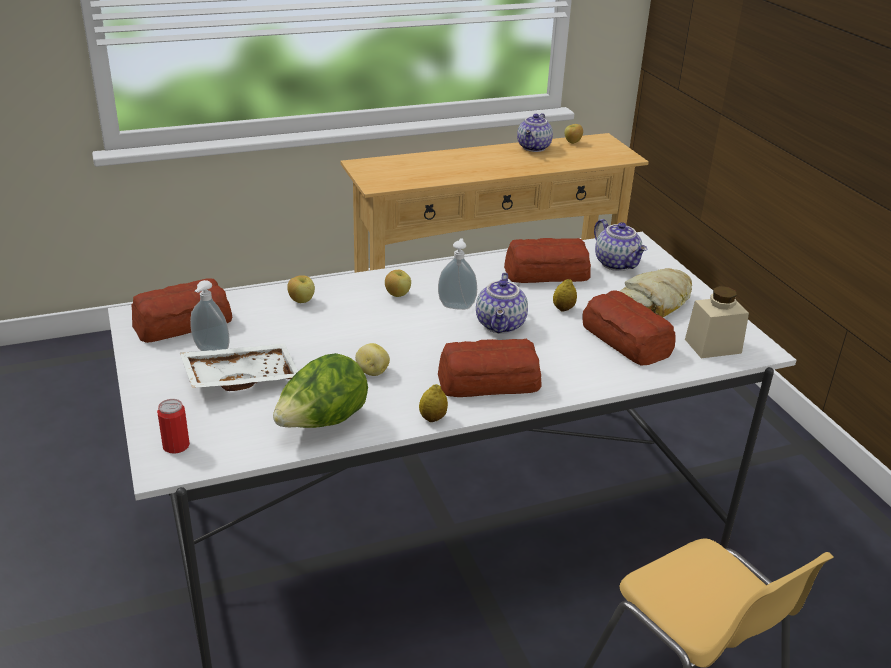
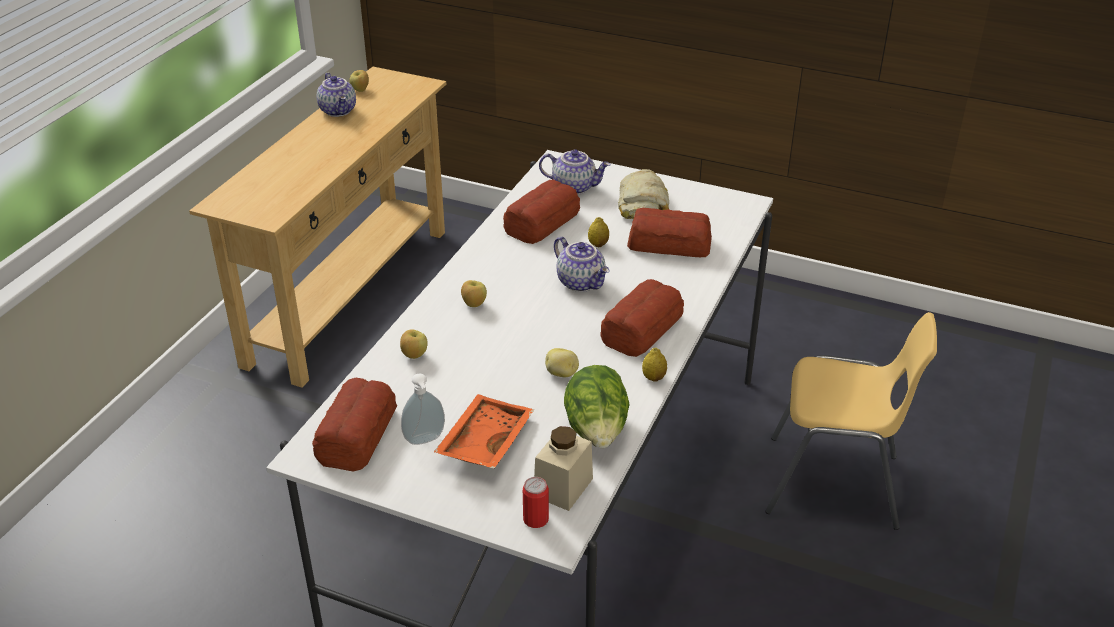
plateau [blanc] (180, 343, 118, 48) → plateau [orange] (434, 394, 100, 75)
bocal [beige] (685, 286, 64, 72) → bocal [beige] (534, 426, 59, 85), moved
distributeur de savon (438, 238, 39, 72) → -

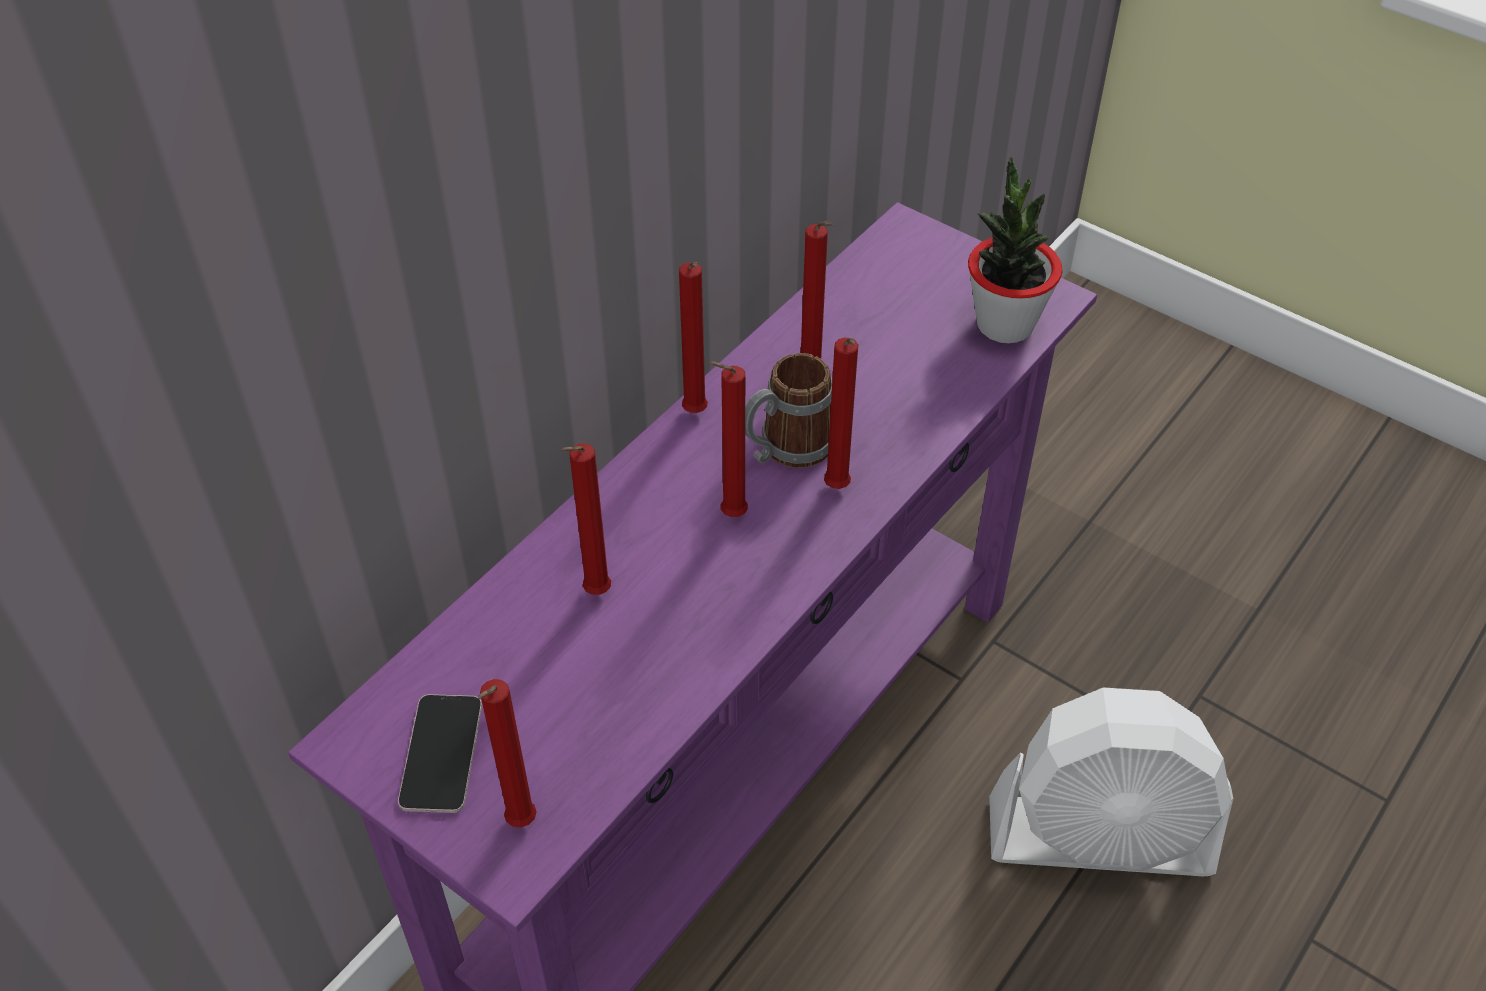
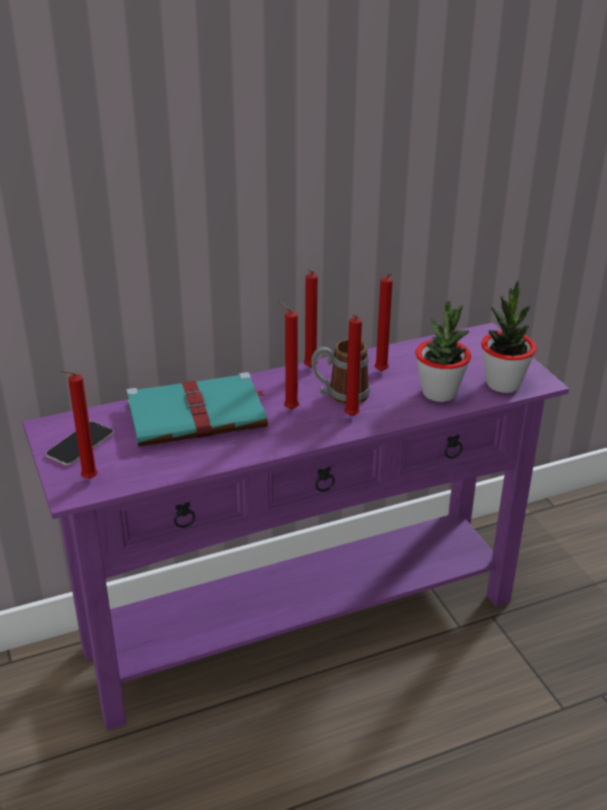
bougie [rouge] (561, 444, 50, 151) → livre [turquoise] (126, 372, 142, 75)
- → plante en pot (416, 301, 55, 101)
ventilateur [blanc] (989, 687, 244, 189) → -

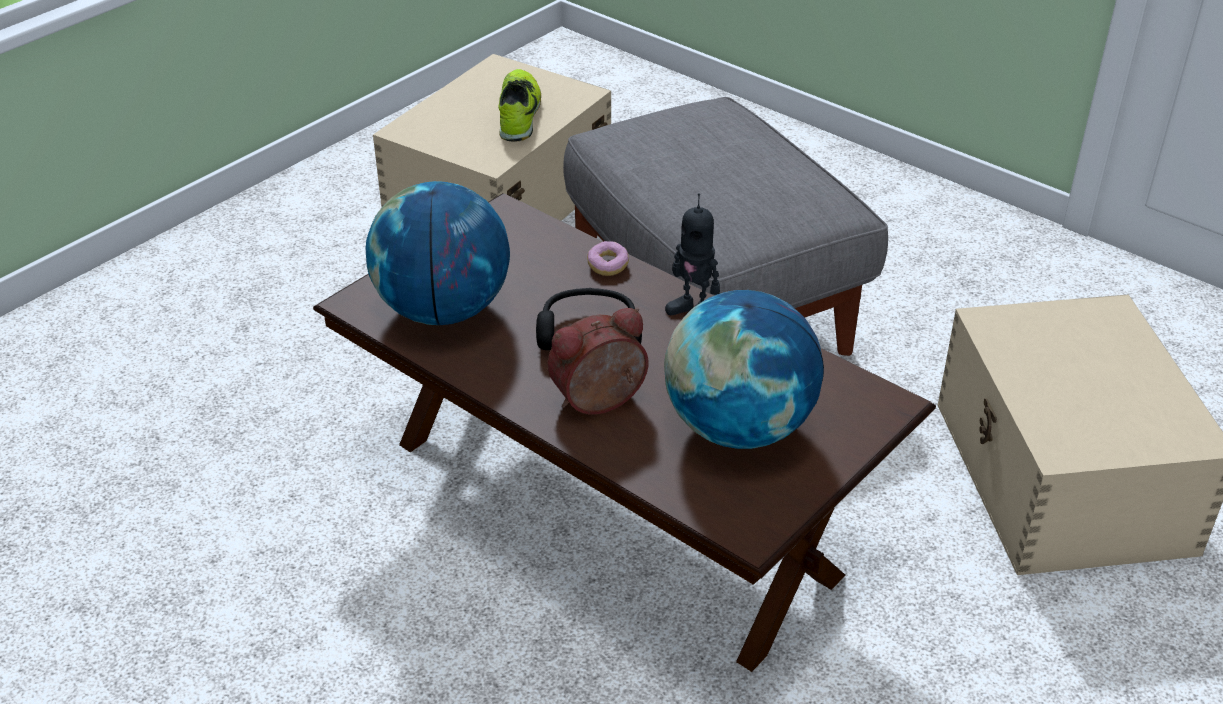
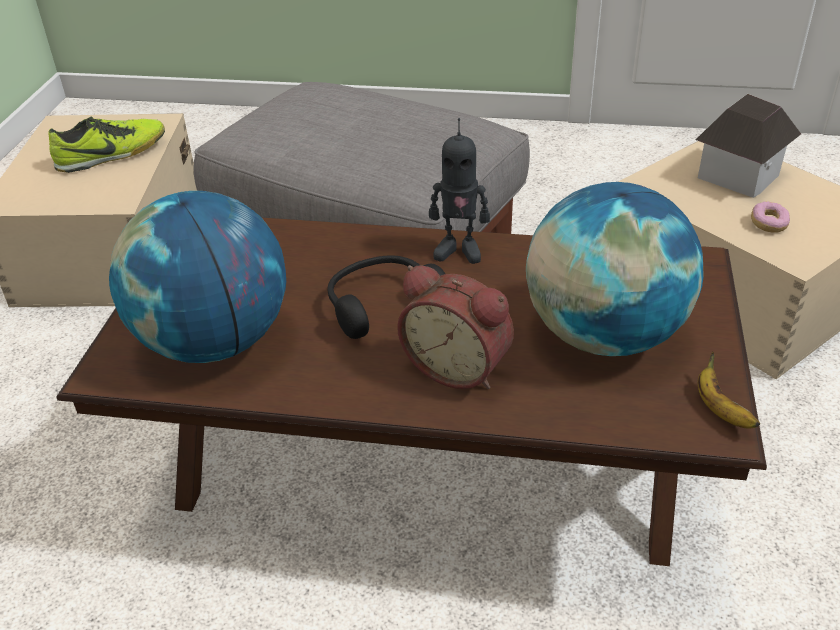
chaussure (499, 69, 42, 72) → chaussure (48, 117, 117, 56), 90 degrees clockwise
réveil (547, 308, 102, 106) → réveil (397, 265, 117, 124), 90 degrees counterclockwise
- → maison miniature (696, 94, 105, 104)
- → banane (698, 352, 62, 77)
beignet (587, 241, 42, 35) → beignet (751, 202, 39, 31), moved

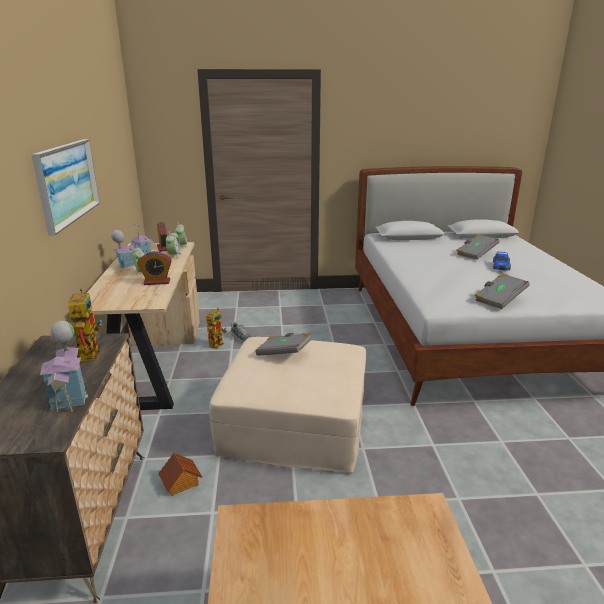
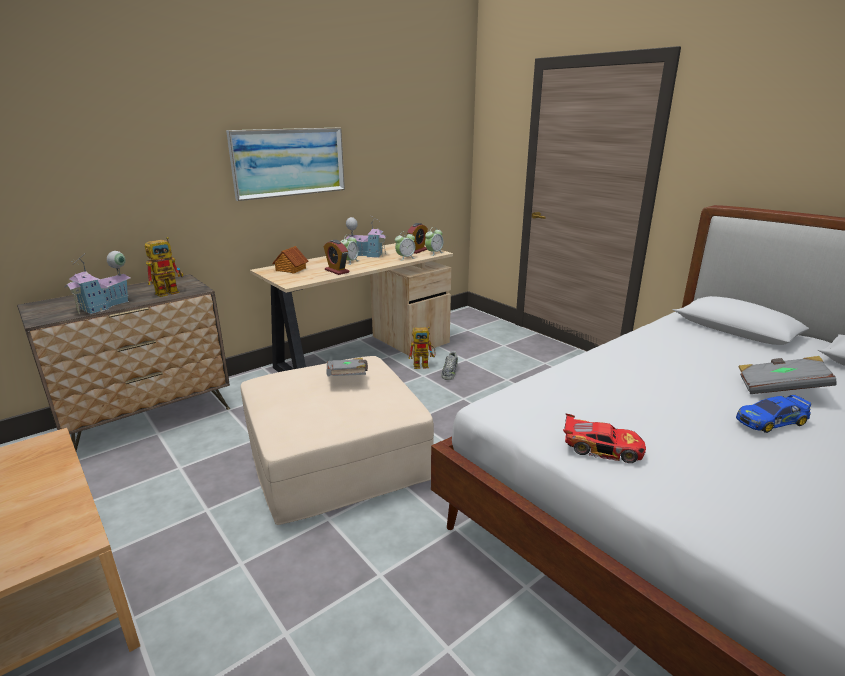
maison miniature (158, 453, 44, 43) → maison miniature (272, 246, 36, 28), moved
livre [gris] (475, 273, 55, 36) → petite voiture (563, 414, 83, 49)

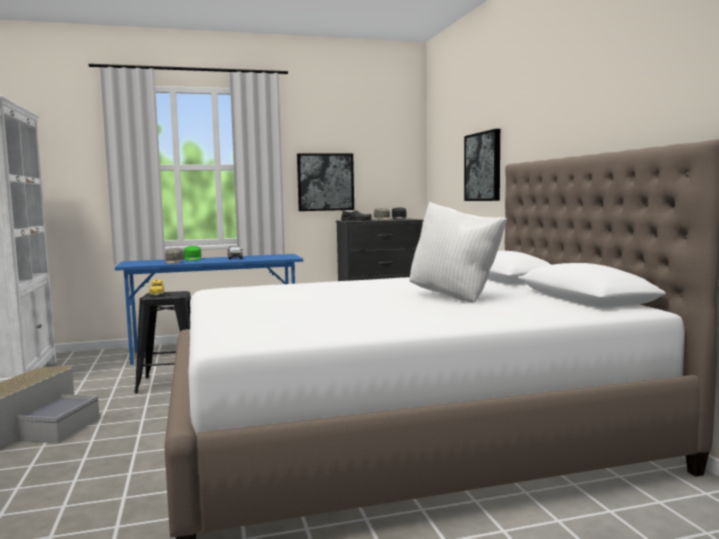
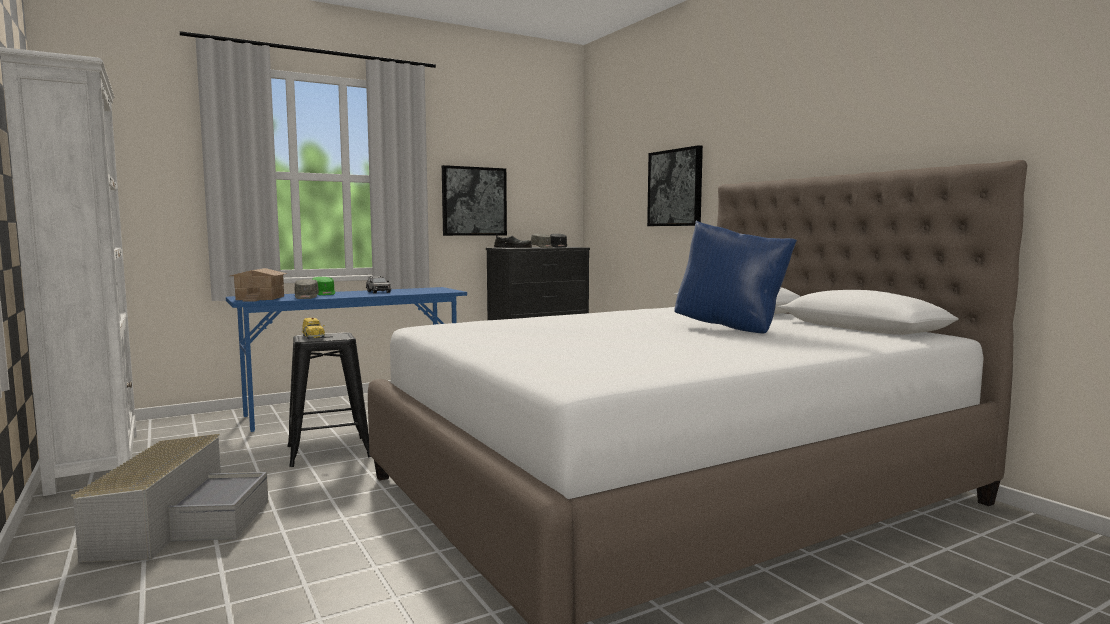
- → maison miniature (230, 268, 57, 34)
coussin [blanc] (409, 202, 98, 101) → coussin [bleu] (674, 220, 123, 114)

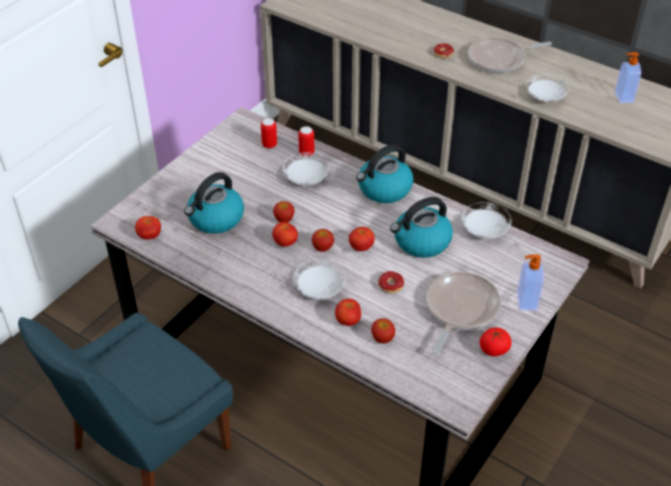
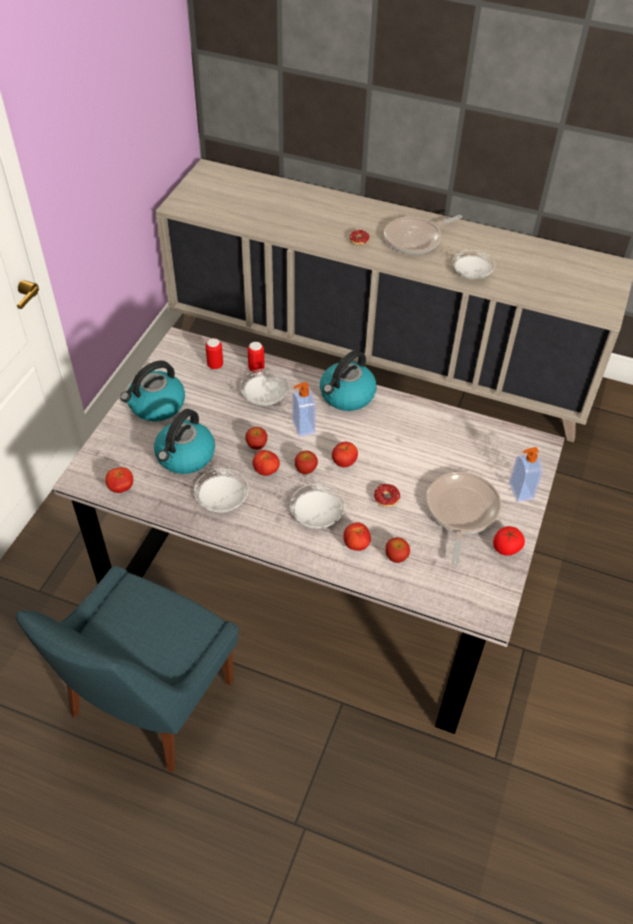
bouilloire (390, 197, 63, 61) → bouilloire (120, 360, 65, 61), moved
assiette [blanc] (461, 202, 51, 37) → assiette [blanc] (194, 469, 55, 43), moved
distributeur de savon (615, 52, 26, 51) → distributeur de savon (292, 382, 24, 55), moved

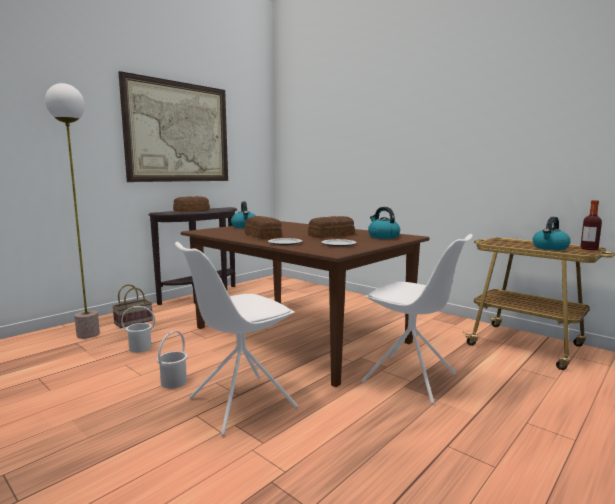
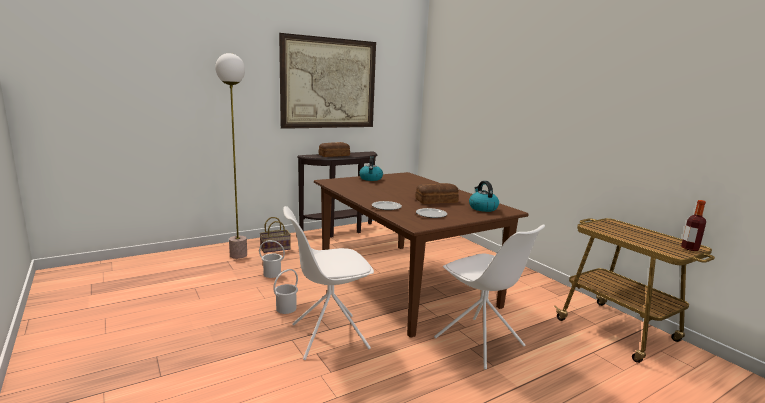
pain (245, 216, 37, 23) → -
bouilloire (533, 217, 38, 33) → -

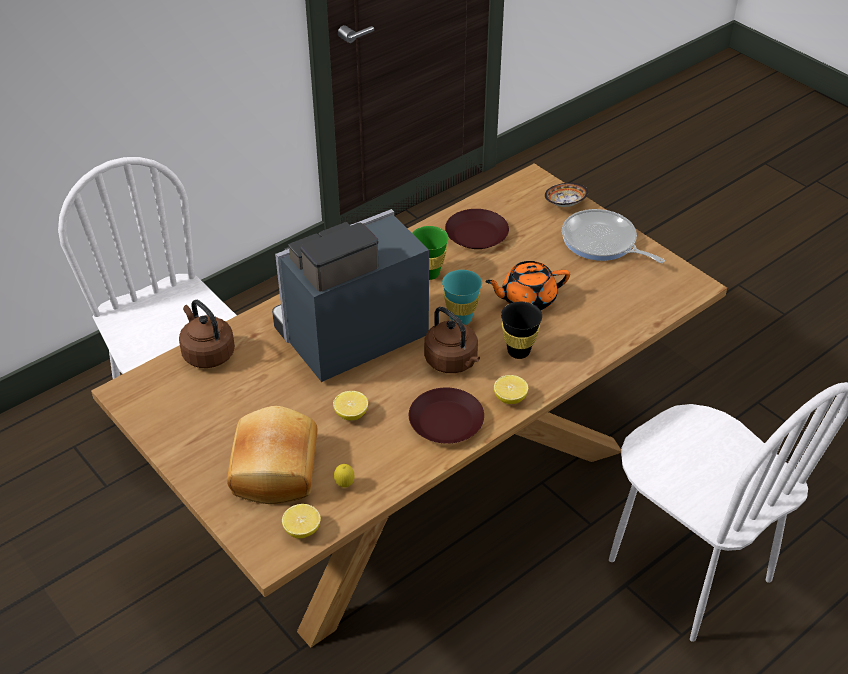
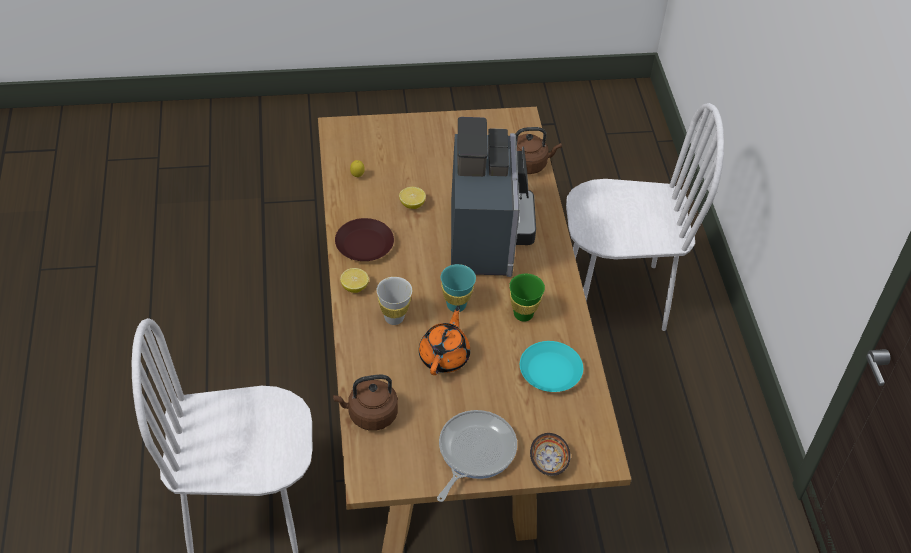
bouilloire [marron] (424, 307, 56, 66) → bouilloire [marron] (333, 375, 65, 56), moved
tasse [noir] (501, 302, 41, 57) → tasse [blanc] (377, 277, 35, 48)
poêle (562, 209, 103, 54) → poêle (437, 410, 80, 92), 45 degrees counterclockwise
assiette [marron] (445, 209, 64, 40) → assiette [turquoise] (520, 341, 63, 51)
pain (227, 406, 91, 98) → -
citron (282, 504, 39, 35) → -

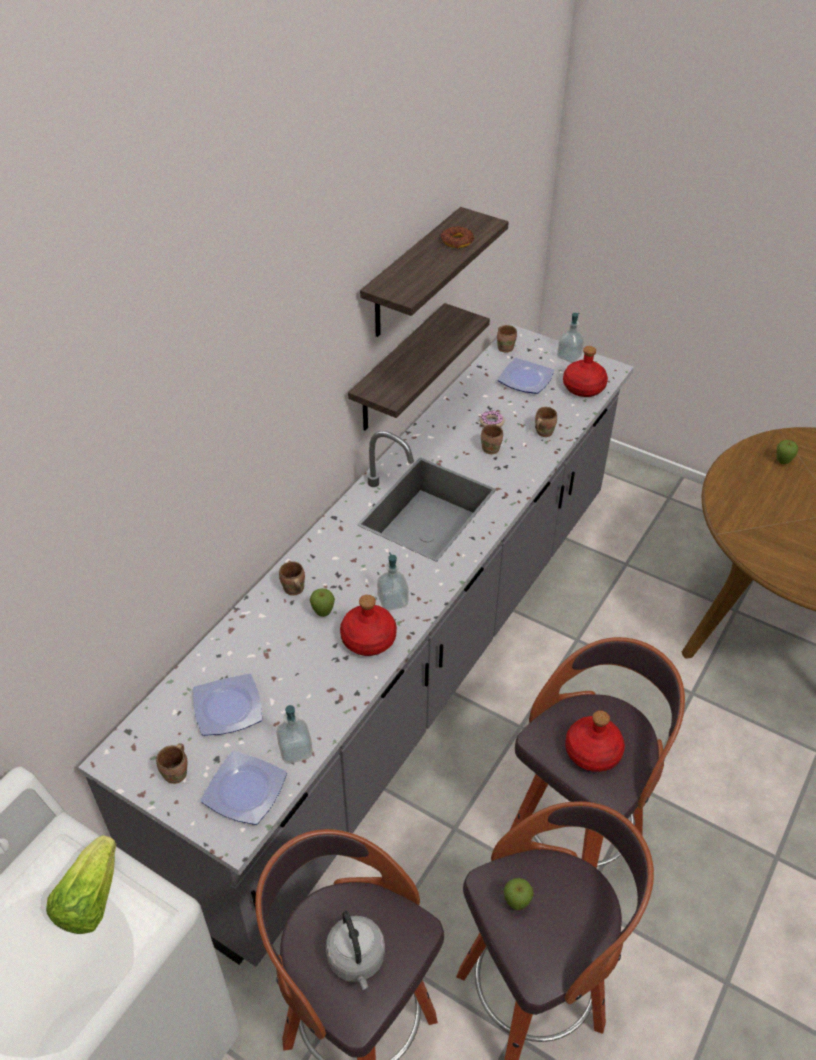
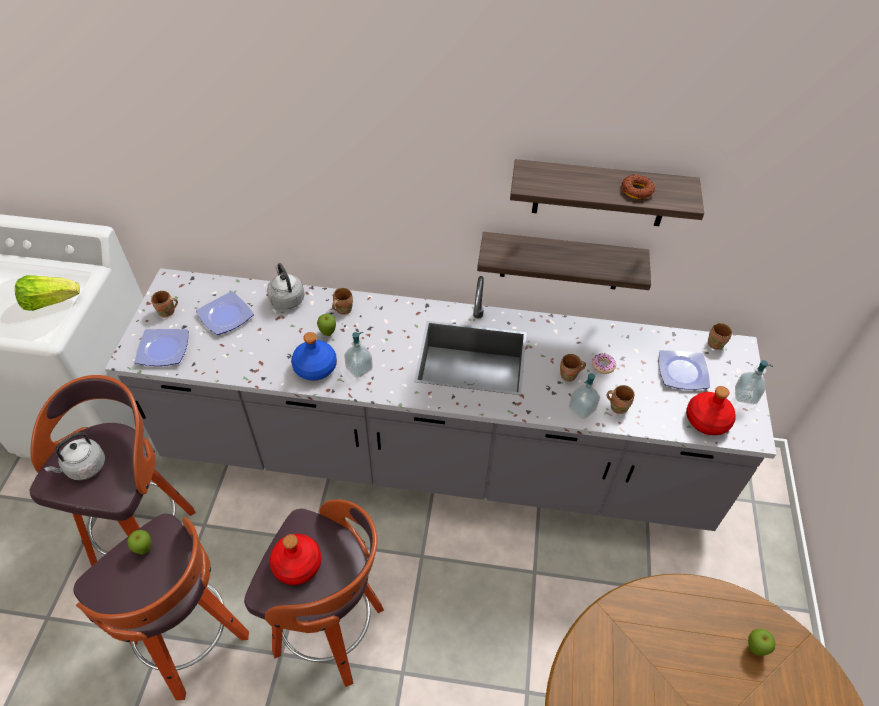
- → bouilloire [gris] (267, 263, 38, 47)
bouteille [rouge] (340, 595, 57, 61) → bouteille [bleu] (291, 332, 46, 49)
distributeur de savon (276, 705, 37, 59) → distributeur de savon (569, 373, 31, 46), moved

